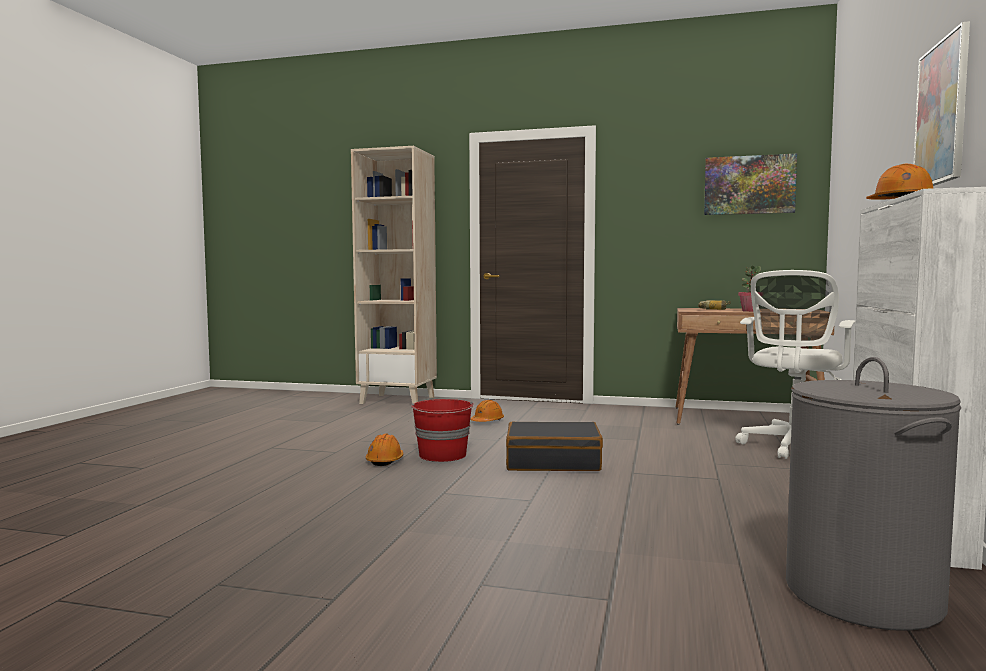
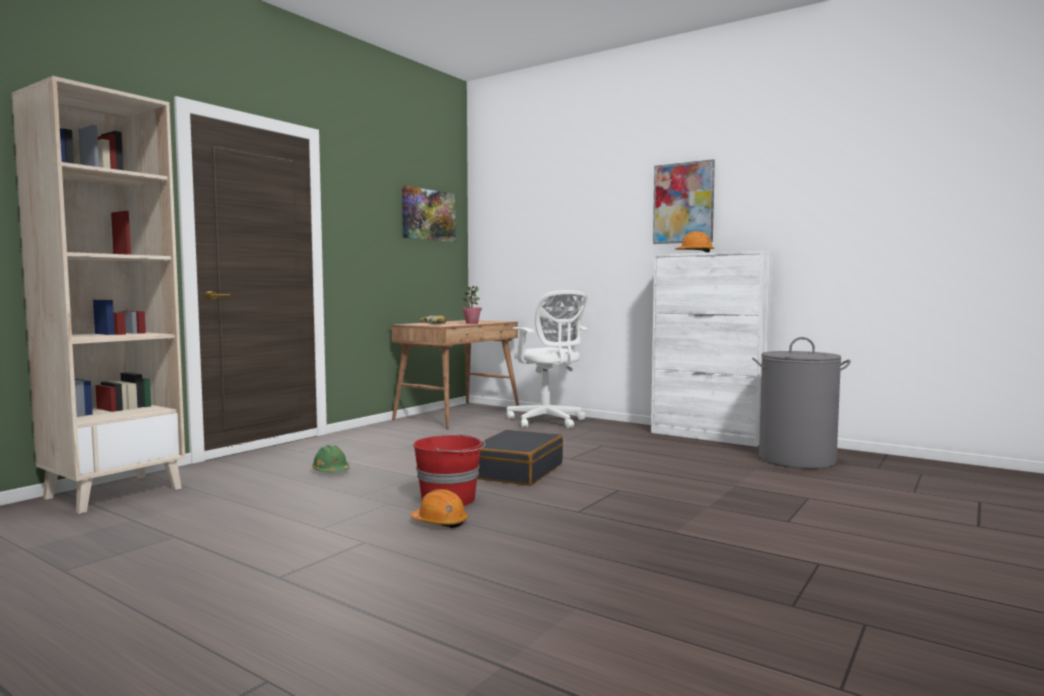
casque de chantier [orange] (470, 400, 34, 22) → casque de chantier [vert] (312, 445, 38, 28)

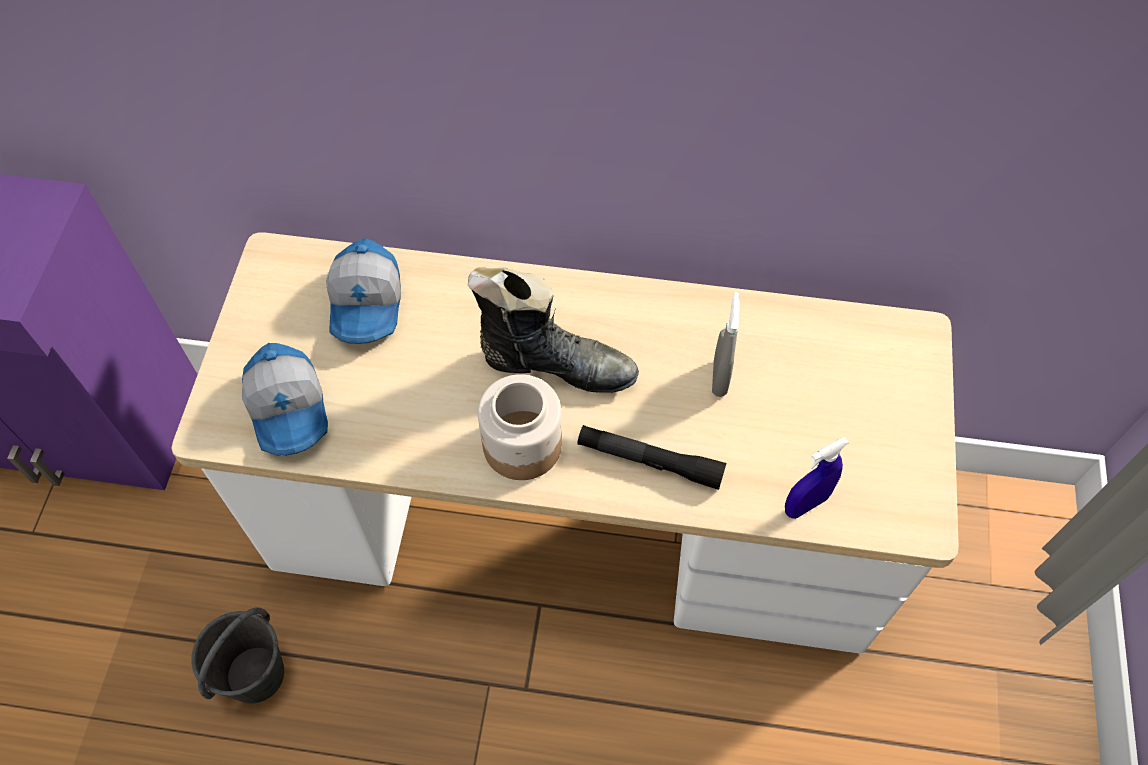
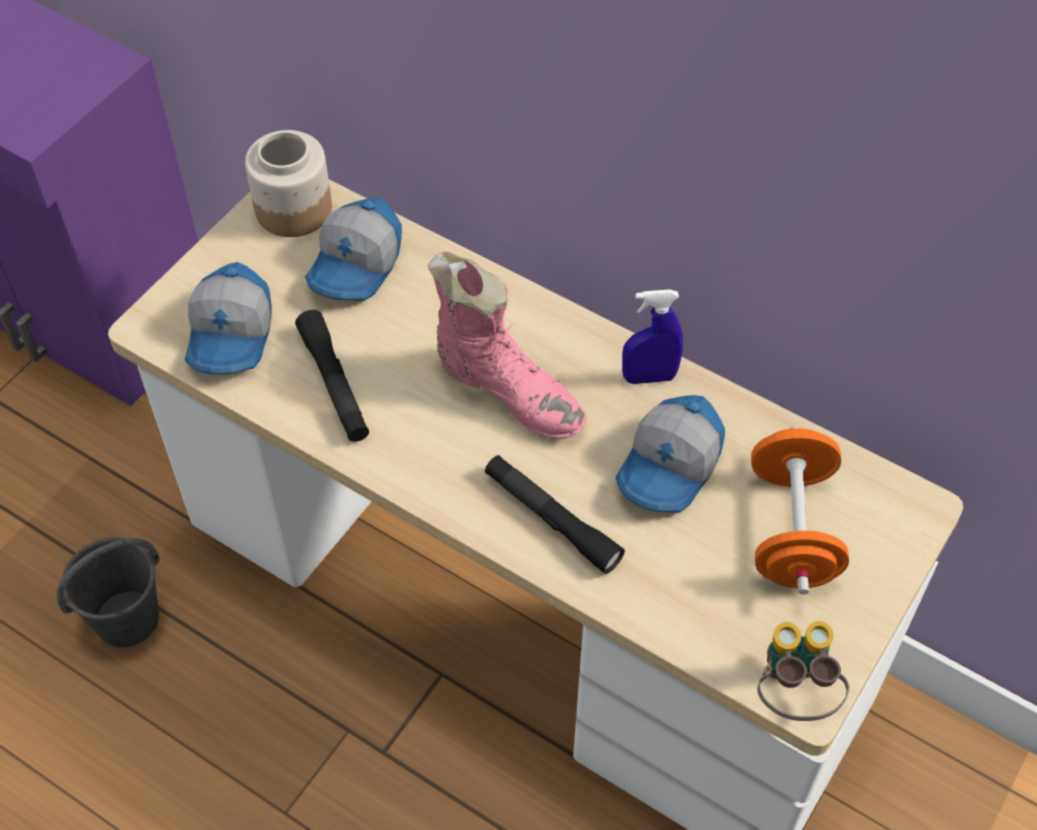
bocal (478, 374, 84, 106) → bocal (245, 130, 87, 107), moved
- → lampe de poche [noir] (295, 310, 74, 132)
botte [noir] (468, 267, 171, 126) → botte [rose] (428, 252, 159, 187)
vaporisateur [gris] (712, 292, 28, 105) → casquette (615, 395, 110, 117)
vaporisateur [bleu] (785, 437, 64, 82) → vaporisateur [bleu] (622, 289, 61, 95), moved
- → haltère [orange] (751, 427, 98, 167)
- → jumelles (758, 621, 91, 100)

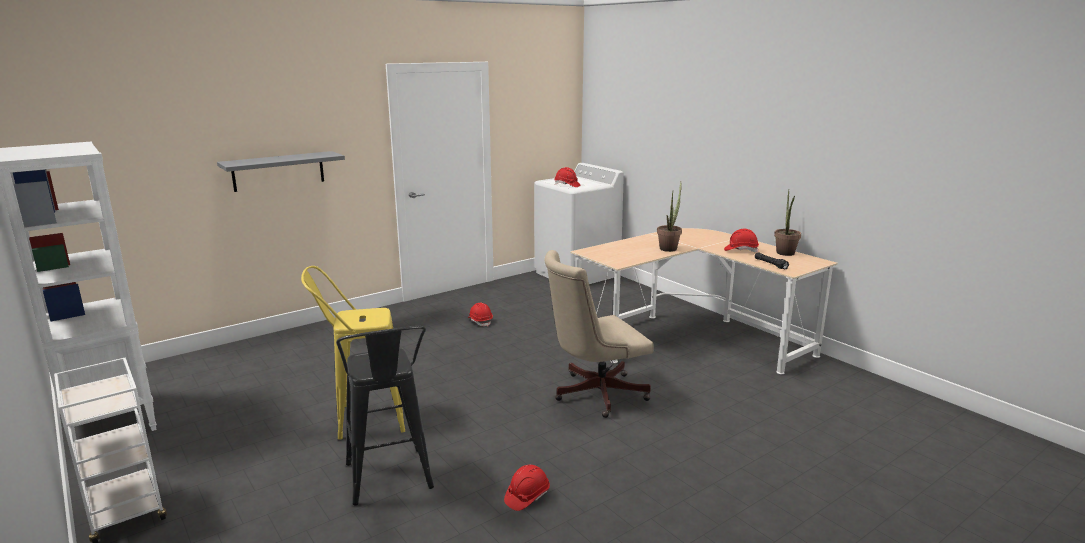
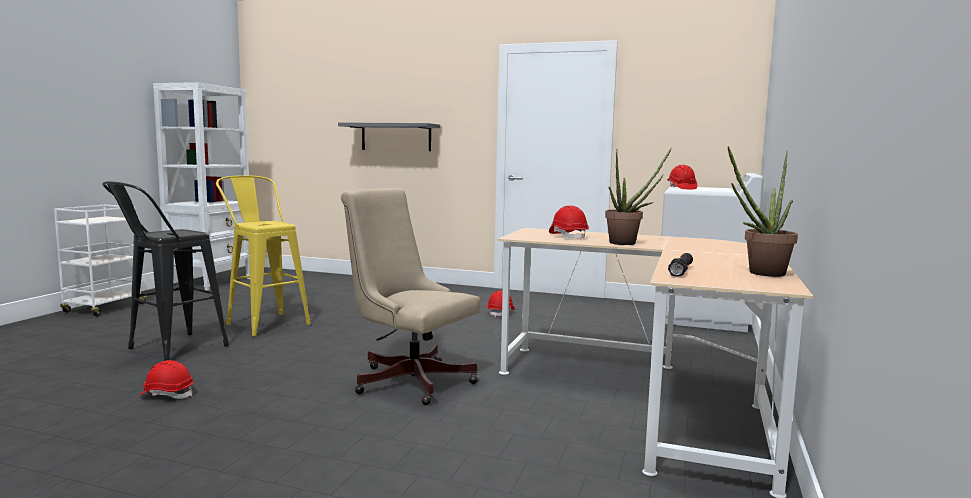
casque de chantier [rouge] (724, 229, 35, 23) → casque de chantier [rouge] (549, 206, 40, 34), moved

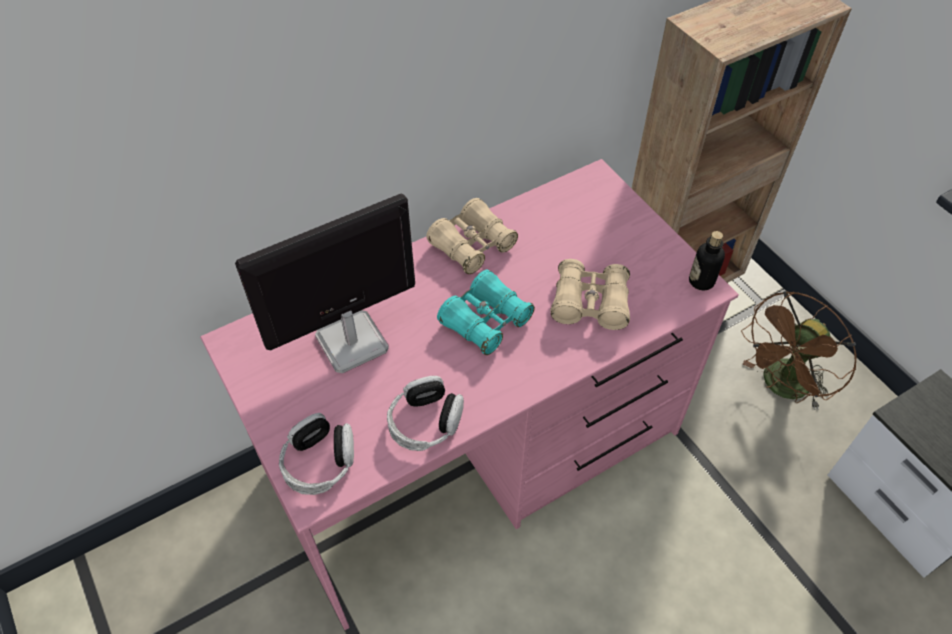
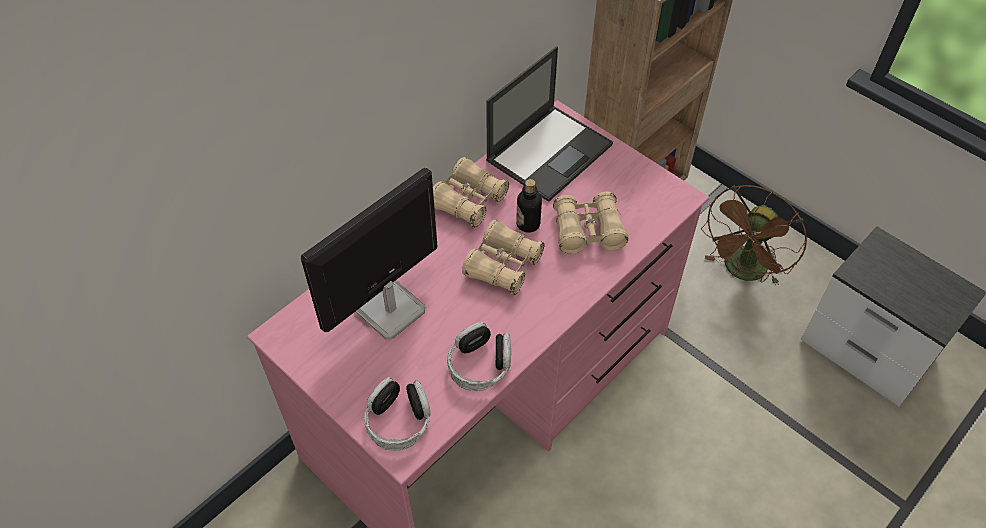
jumelles [turquoise] (437, 270, 98, 85) → jumelles [beige] (462, 220, 82, 75)
- → ordinateur portable (486, 46, 127, 156)
bouteille (689, 231, 36, 59) → bouteille (516, 179, 26, 54), moved

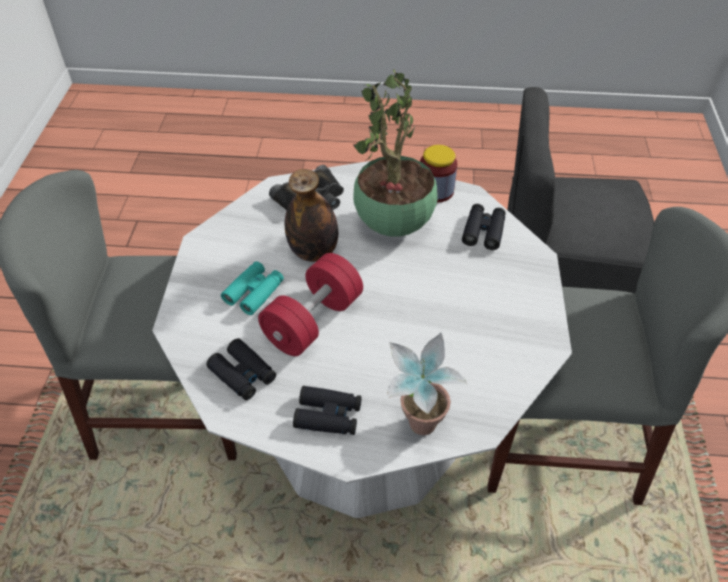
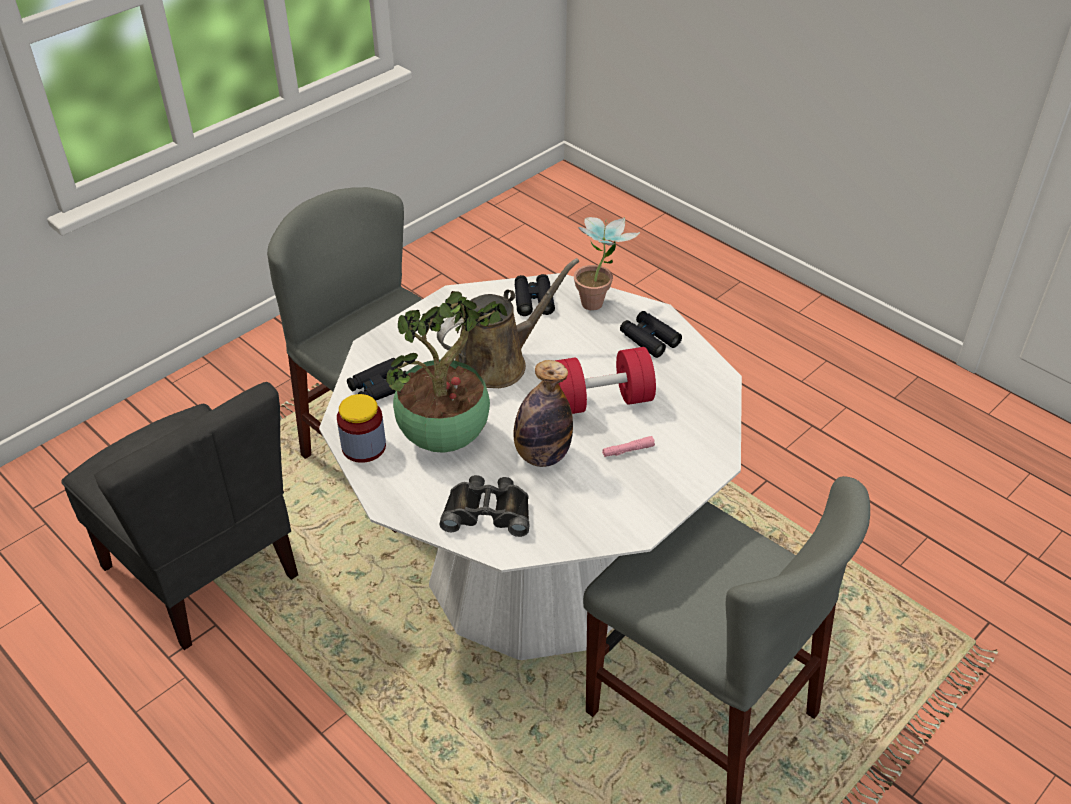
- → arrosoir [marron] (437, 258, 142, 130)
jumelles [noir] (206, 338, 70, 62) → jumelles [noir] (515, 274, 40, 42), moved
jumelles [turquoise] (221, 261, 63, 54) → lampe de poche [rose] (602, 436, 53, 21)

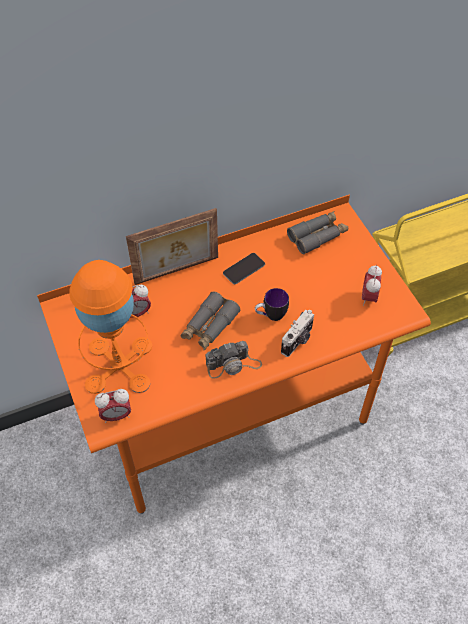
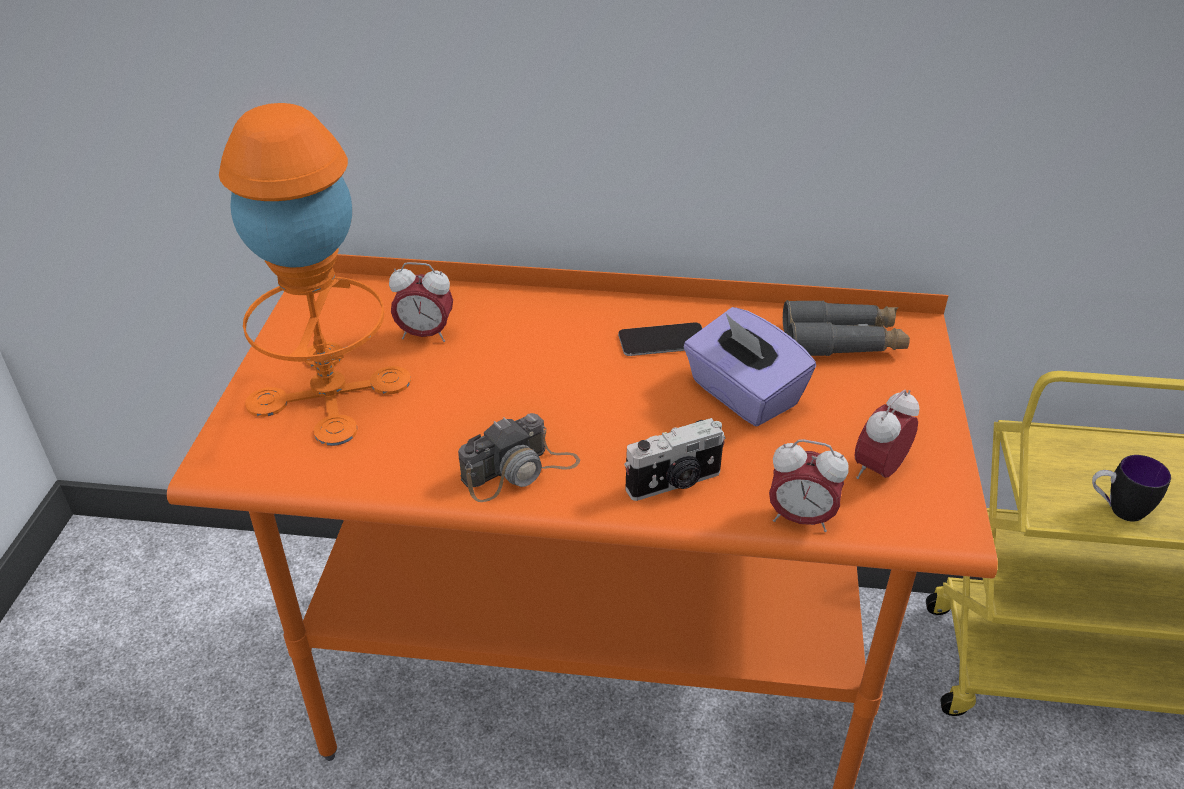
appareil photo (206, 341, 56, 38) → appareil photo (458, 413, 122, 89), 45 degrees counterclockwise
- → boîte à mouchoirs [violet] (683, 307, 133, 120)
réveil (95, 389, 36, 34) → réveil (769, 439, 80, 93), moved
mug (255, 288, 34, 33) → mug (1092, 455, 79, 67), moved
cadre photo (126, 208, 92, 77) → -
jumelles [gris] (181, 292, 59, 58) → -

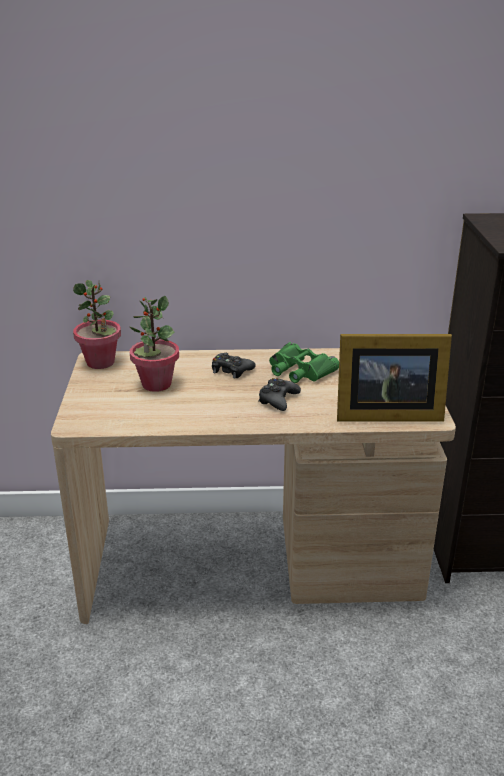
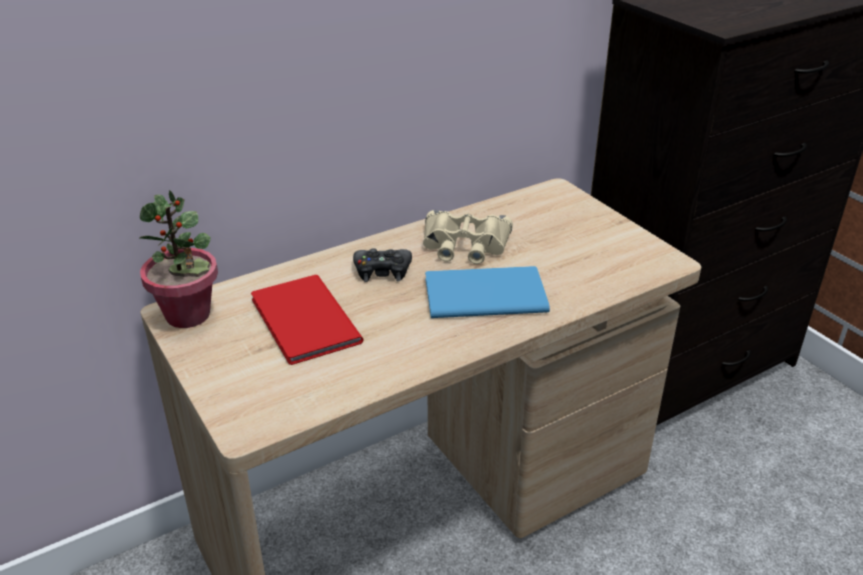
plante en pot (129, 296, 50, 96) → livre [rouge] (251, 275, 113, 90)
jumelles [vert] (269, 342, 70, 41) → jumelles [beige] (423, 210, 90, 54)
manette [noir] (259, 378, 42, 33) → livre [bleu] (425, 266, 125, 52)
cadre photo (337, 334, 115, 88) → -

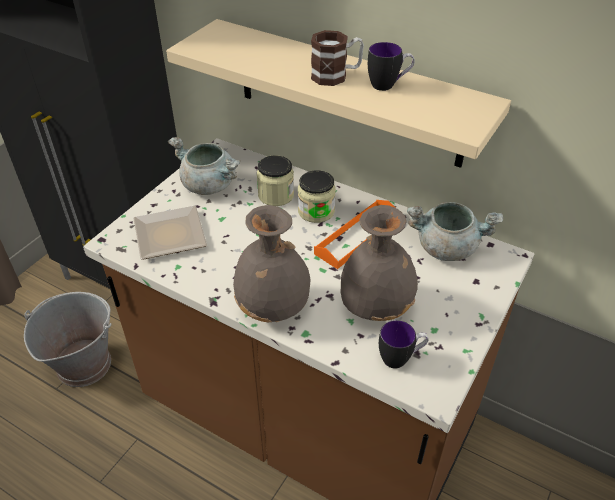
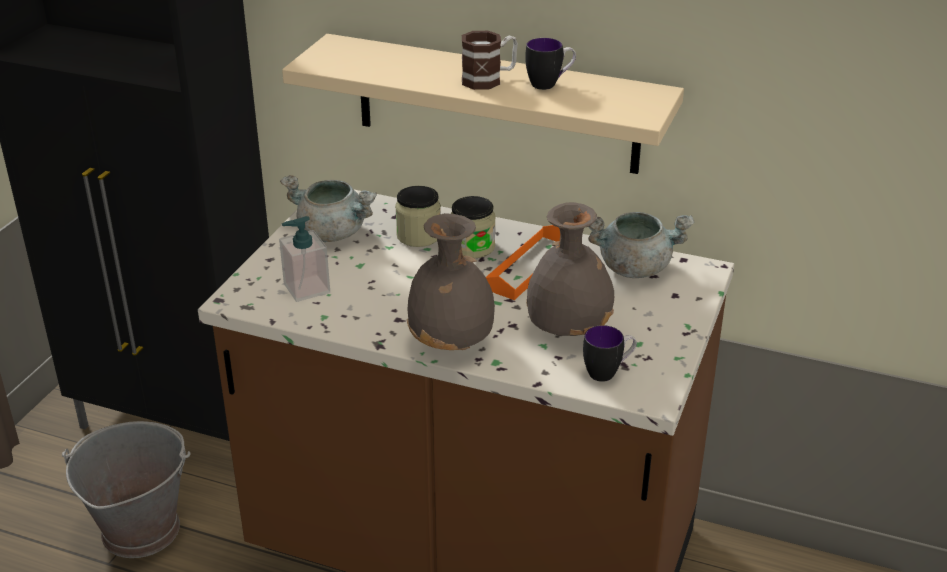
assiette (134, 206, 73, 54) → distributeur de savon (279, 216, 51, 86)

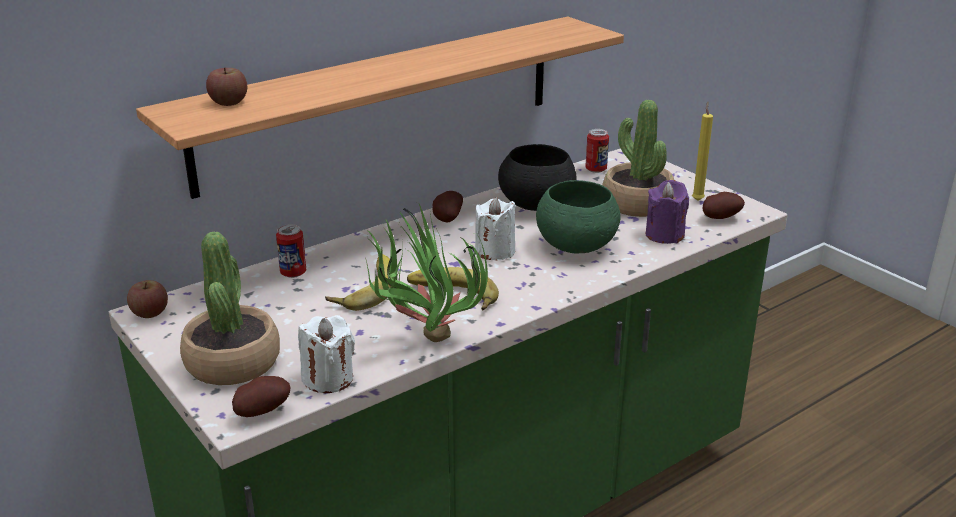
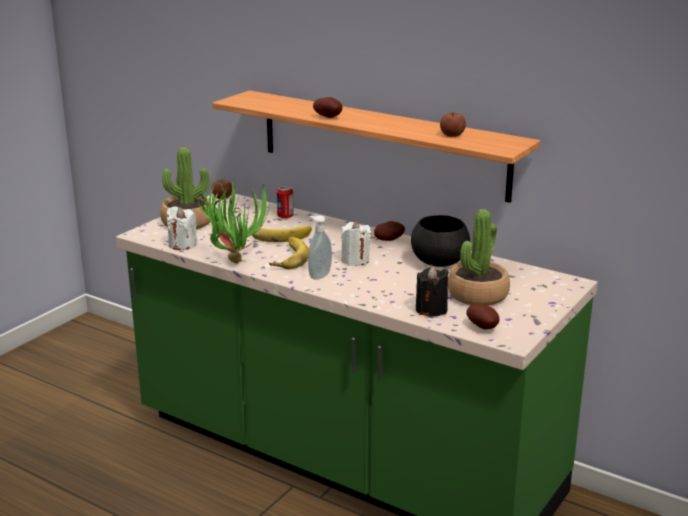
- → distributeur de savon (308, 215, 24, 65)
pomme de terre (232, 376, 58, 41) → pomme de terre (313, 97, 29, 21), moved
bougie [violet] (646, 180, 43, 64) → bougie [noir] (416, 266, 33, 50)
pomme (206, 67, 41, 39) → pomme (440, 112, 26, 25), moved
bol [vert] (536, 180, 85, 73) → -
boîte métallique (585, 129, 24, 44) → -
bougie [jaune] (692, 102, 21, 99) → -

